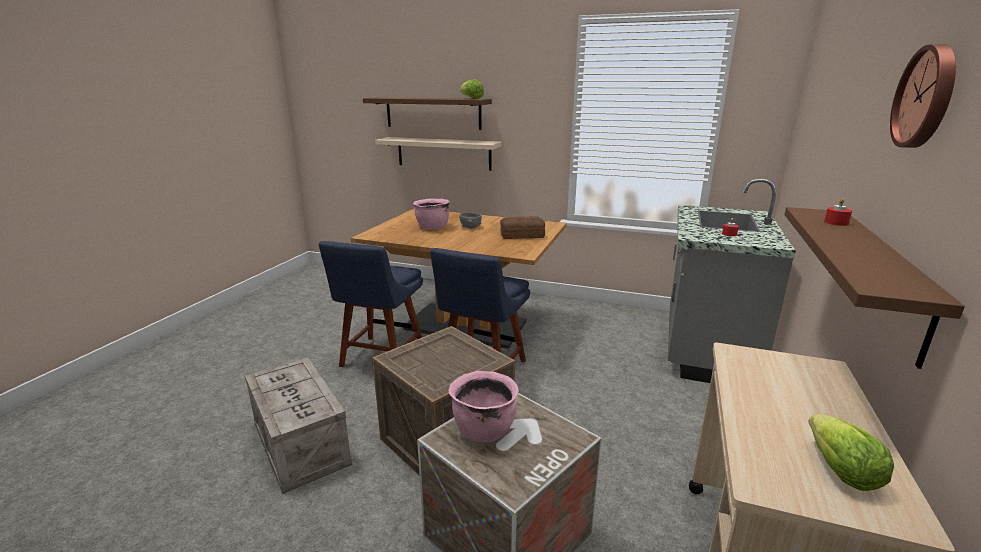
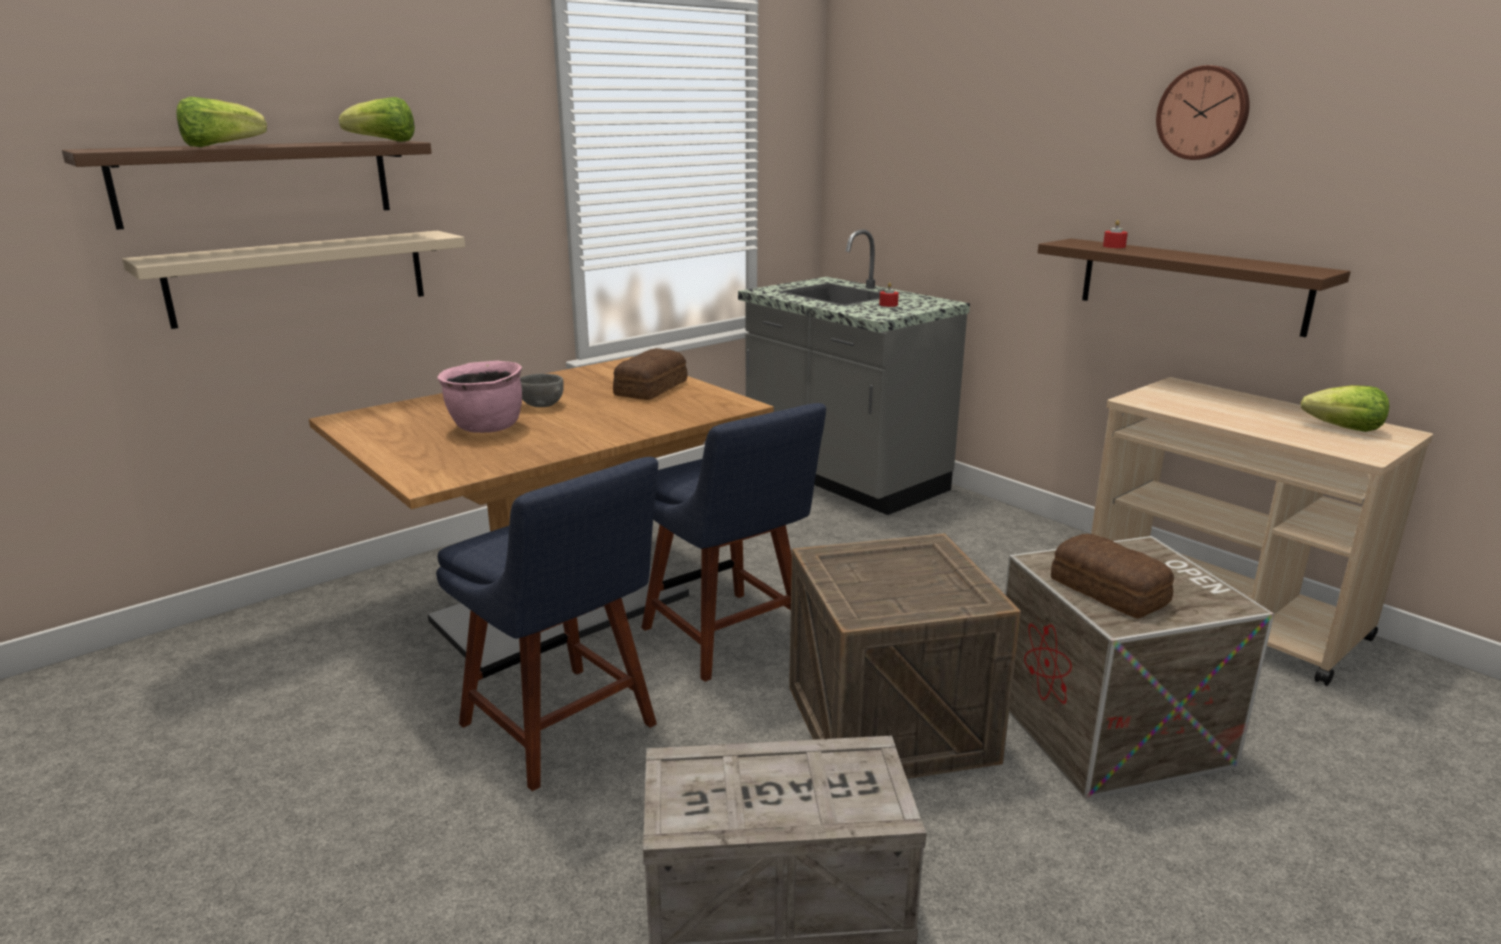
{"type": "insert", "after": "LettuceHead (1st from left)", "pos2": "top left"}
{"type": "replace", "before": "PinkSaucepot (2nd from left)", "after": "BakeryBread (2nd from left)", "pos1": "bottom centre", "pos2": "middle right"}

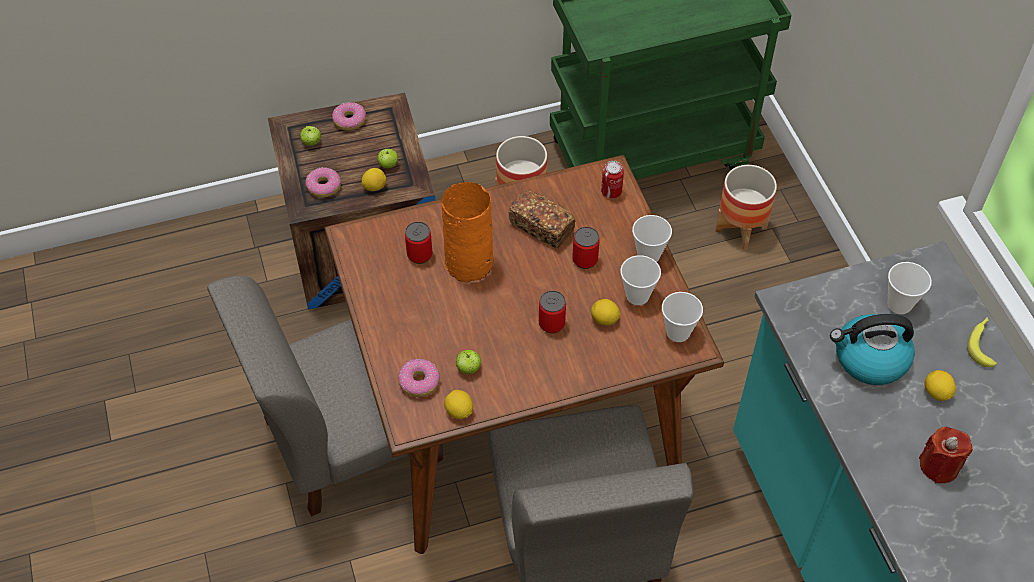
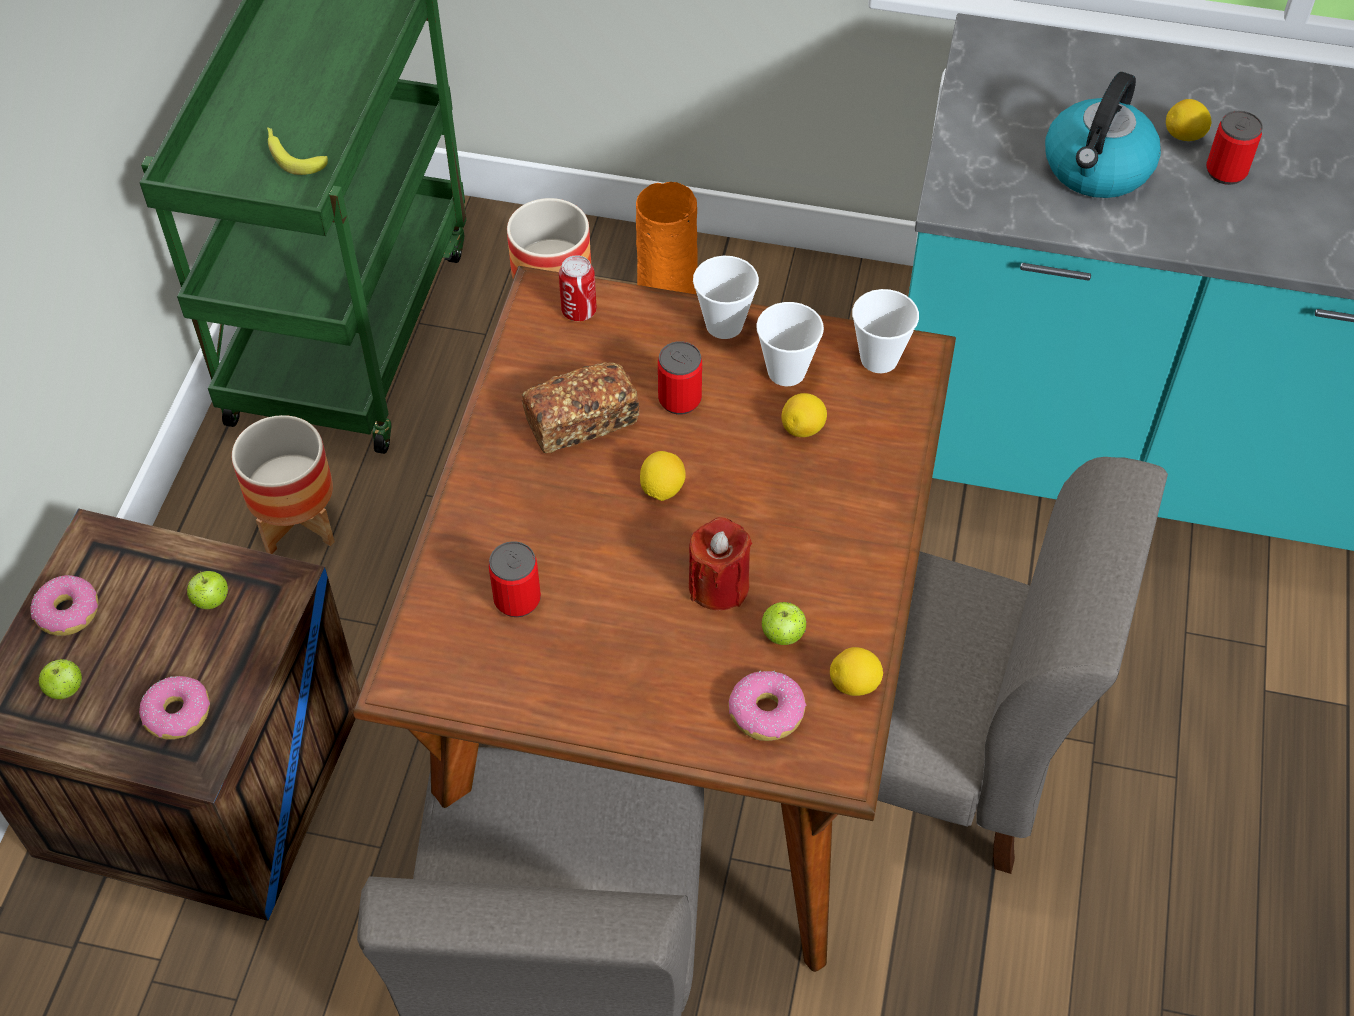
{"type": "delete", "before": "Cup (4th from left)", "pos1": "middle right"}
{"type": "move", "before": "Lemon (1st from left)", "pos1": "top centre", "pos2": "centre"}
{"type": "move", "before": "OrangeyVase", "pos1": "centre", "pos2": "top centre"}
{"type": "move", "before": "Can (2nd from left in the first image)", "after": "Can (4th from left)", "pos1": "centre", "pos2": "top right"}
{"type": "move", "before": "RedCandle", "pos1": "bottom right", "pos2": "centre"}
{"type": "move", "before": "WholeBanana", "pos1": "middle right", "pos2": "top left"}

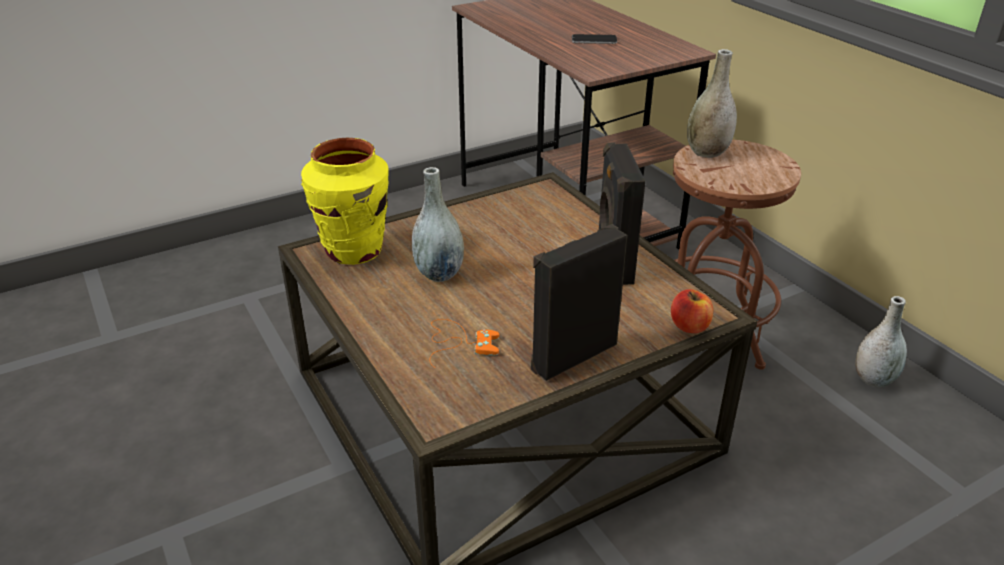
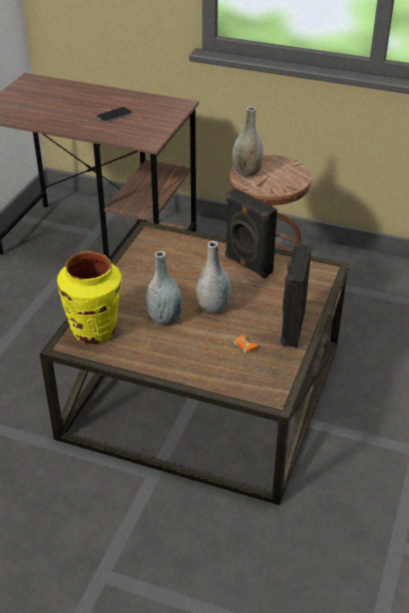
{"type": "delete", "before": "Apple", "pos1": "middle right"}
{"type": "move", "before": "GrayVase (3rd from left in the first image)", "after": "GrayVase (2nd from left)", "pos1": "middle right", "pos2": "centre"}

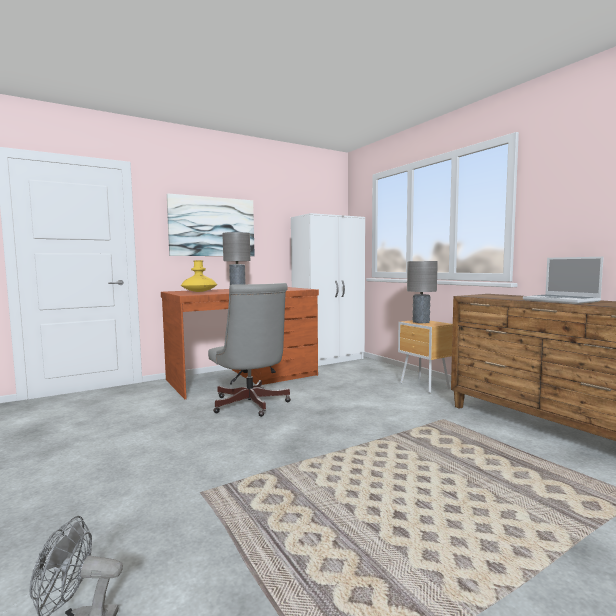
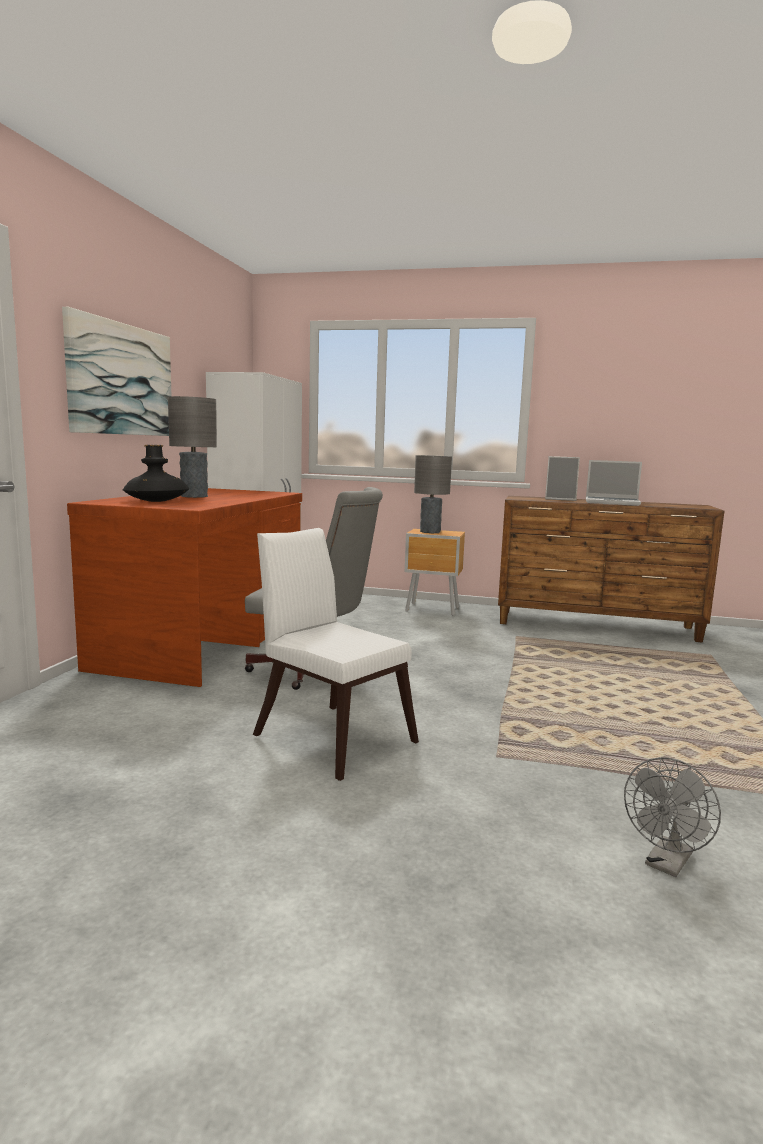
{"type": "insert", "after": "WhitishPlainChair", "pos2": "centre"}
{"type": "insert", "after": "PictureFrame", "pos2": "middle right"}
{"type": "recolor", "before": "YellowColouredVase", "after": "BlackVase", "pos1": "middle left", "pos2": "middle left"}

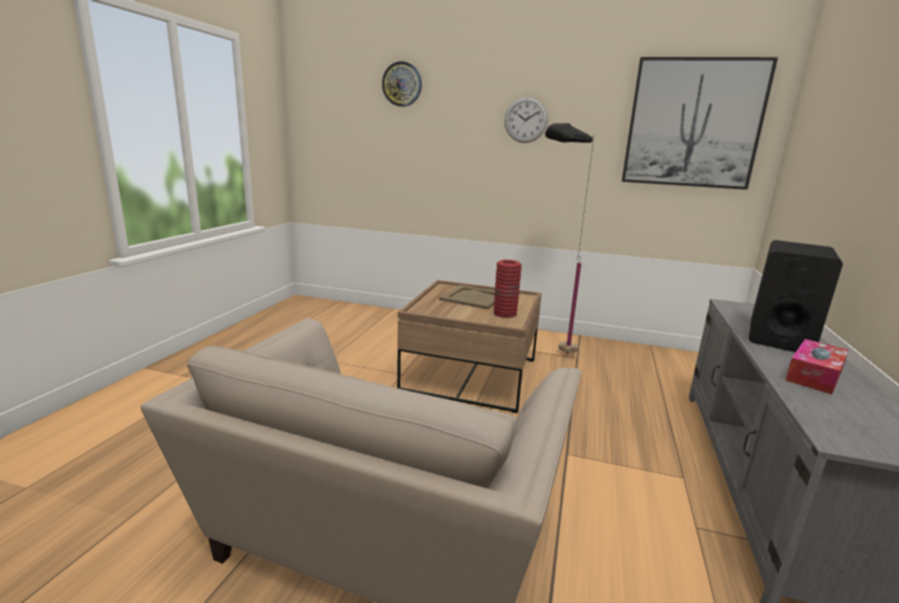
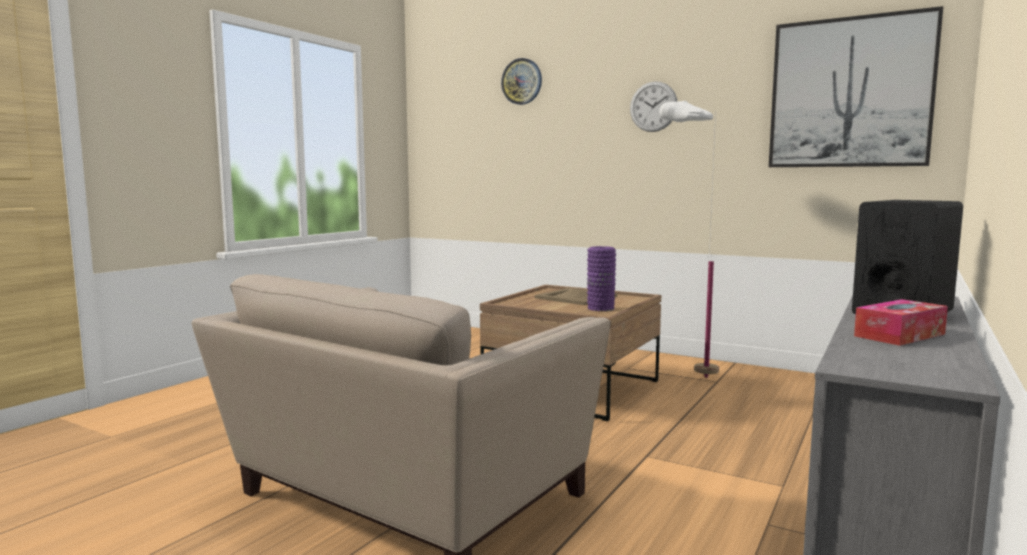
{"type": "recolor", "before": "RedVase", "after": "PurpleVase", "pos1": "centre", "pos2": "centre"}
{"type": "recolor", "before": "BlackStandingLamp", "after": "WhitishStandingLamp", "pos1": "centre", "pos2": "middle right"}

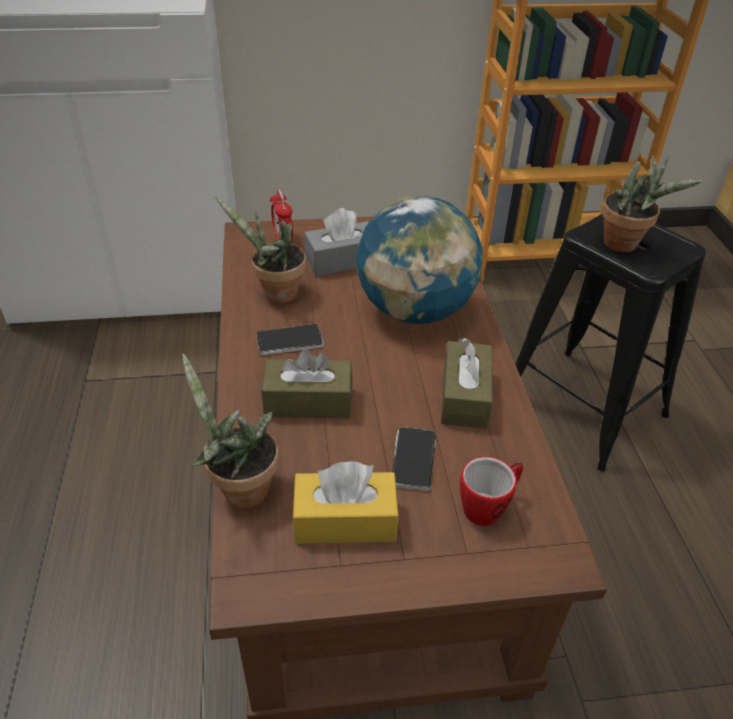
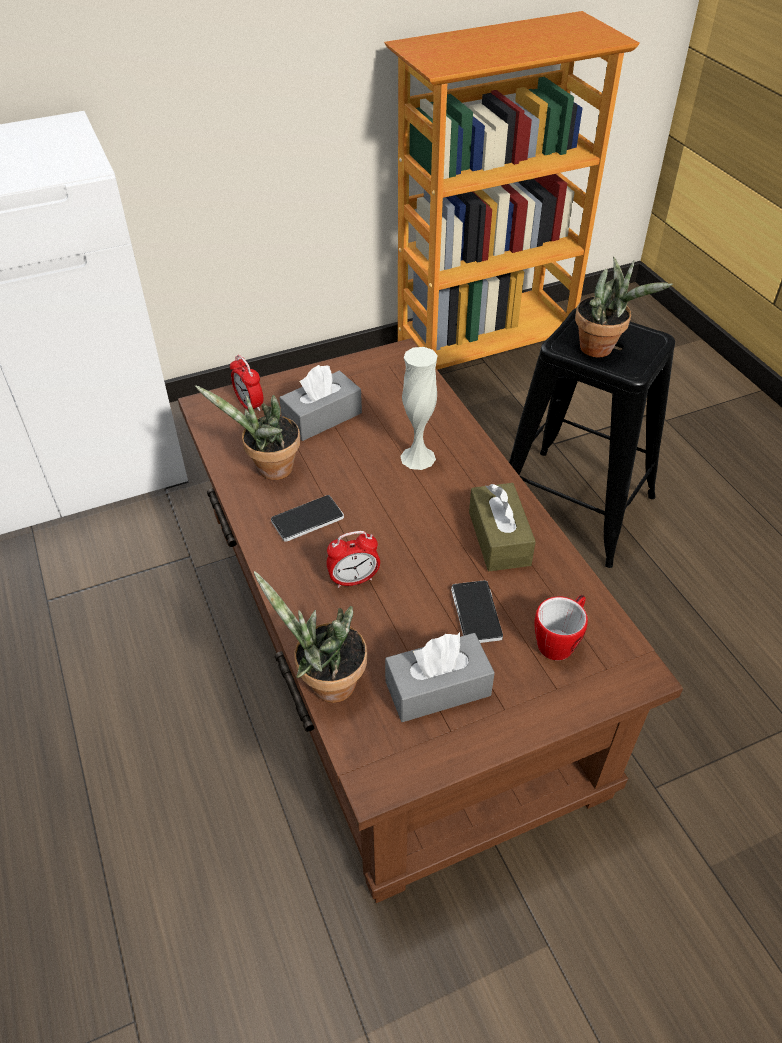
{"type": "replace", "before": "BrownColouredBoxOfTissues (1st from left)", "after": "TableClock (2nd from left)", "pos1": "centre", "pos2": "centre"}
{"type": "replace", "before": "Globe", "after": "WhitishVase", "pos1": "centre", "pos2": "centre"}
{"type": "recolor", "before": "YellowColouredBoxOfTissues", "after": "GrayBoxOfTissues (2nd from left)", "pos1": "bottom centre", "pos2": "centre"}

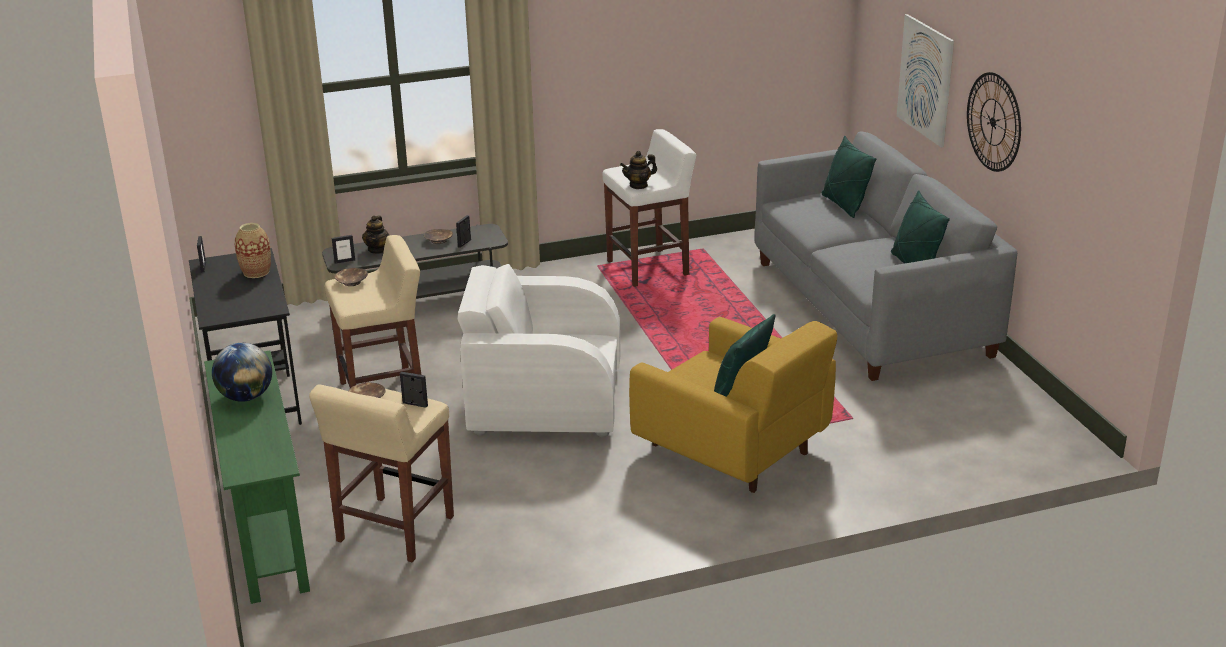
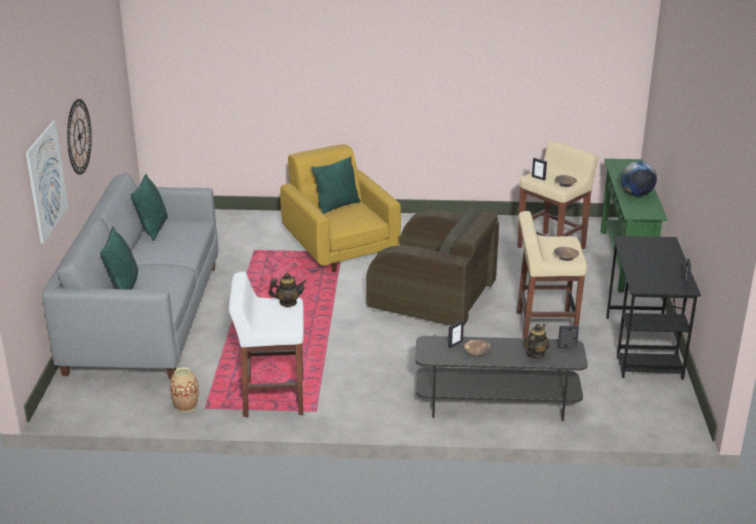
{"type": "move", "before": "Vase", "pos1": "middle left", "pos2": "bottom left"}
{"type": "recolor", "before": "WhitishLoungeChair", "after": "BrownColouredLoungeChair", "pos1": "centre", "pos2": "centre"}

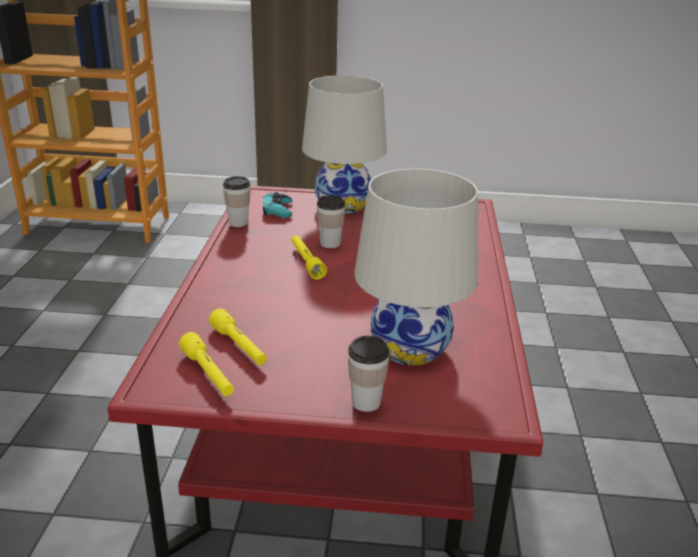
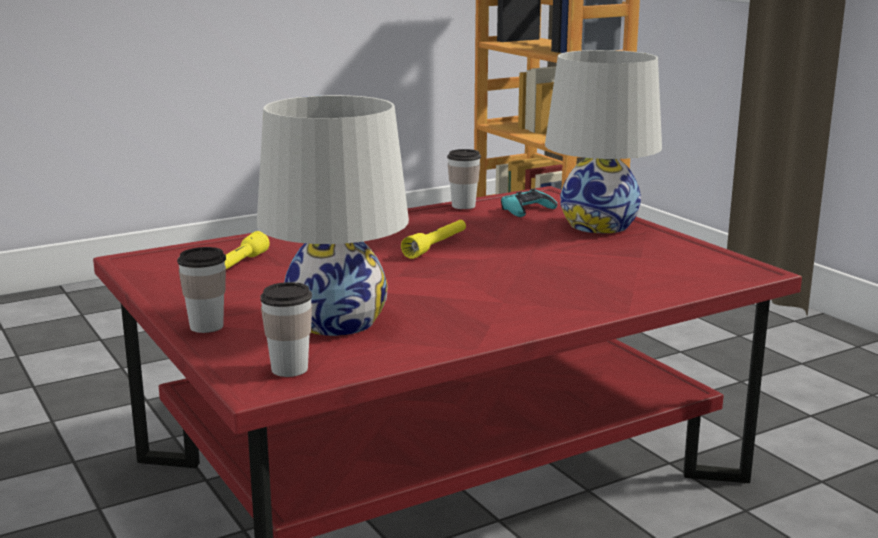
{"type": "delete", "before": "YellowColouredTorch (1st from left)", "pos1": "middle left"}
{"type": "move", "before": "Cup (2nd from left)", "pos1": "centre", "pos2": "middle left"}

